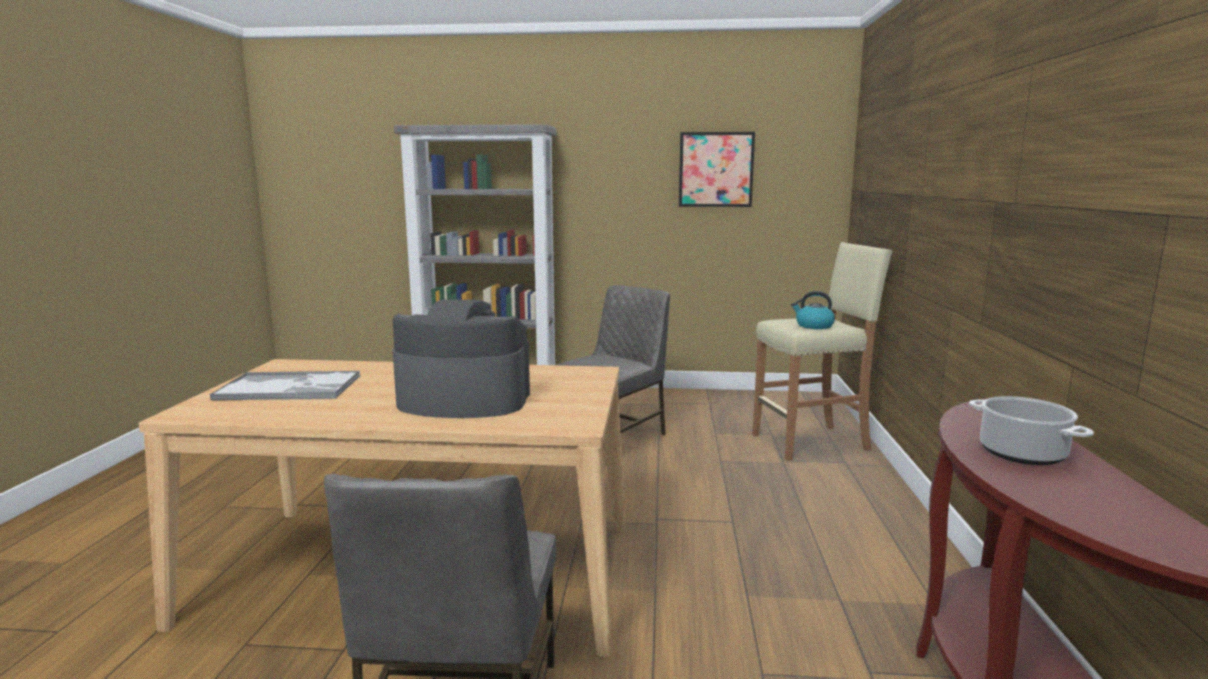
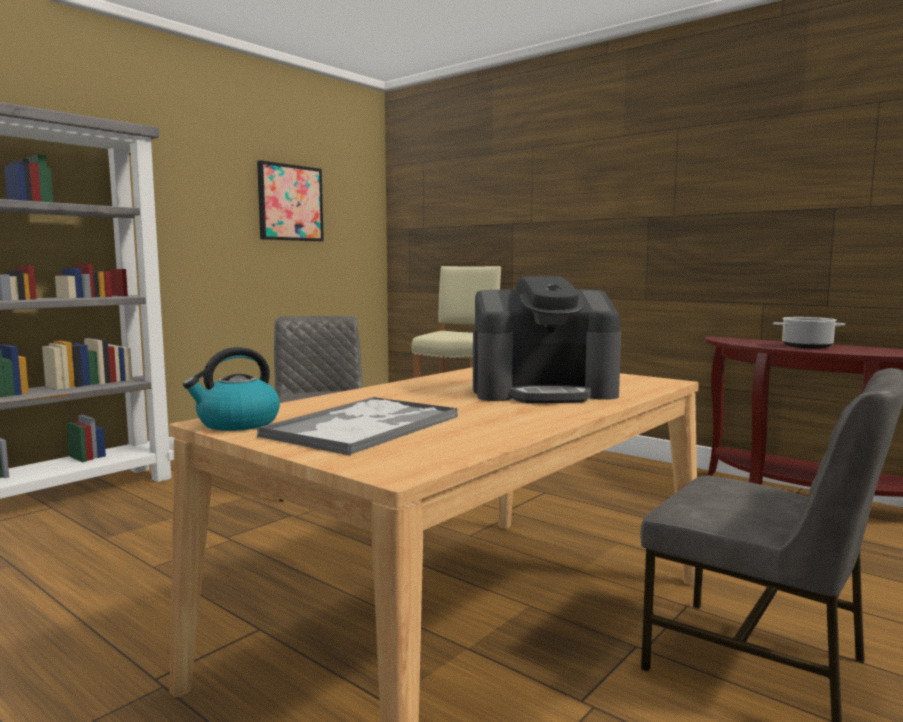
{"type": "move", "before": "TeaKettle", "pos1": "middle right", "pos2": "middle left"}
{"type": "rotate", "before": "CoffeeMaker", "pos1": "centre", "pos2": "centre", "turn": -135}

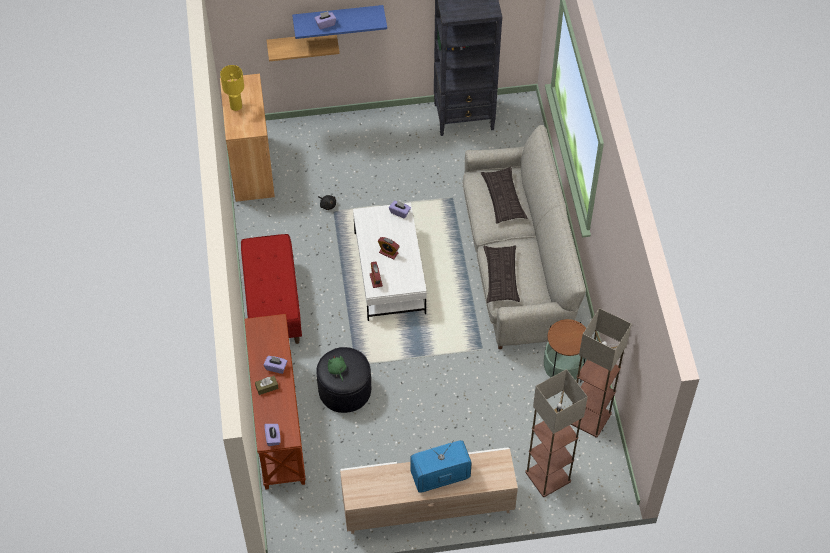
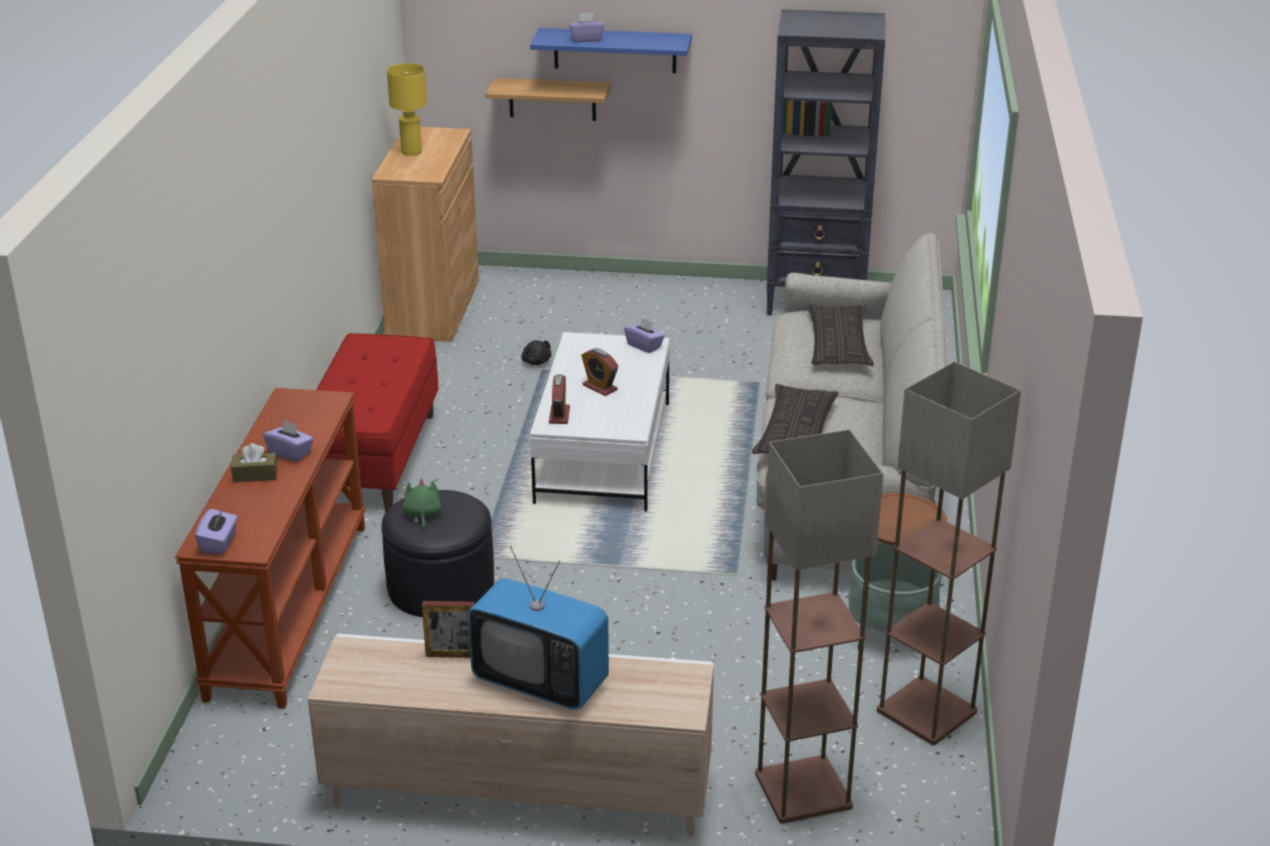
{"type": "insert", "after": "PictureFrame", "pos2": "bottom centre"}
{"type": "rotate", "before": "Television", "pos1": "bottom centre", "pos2": "bottom centre", "turn": -150}

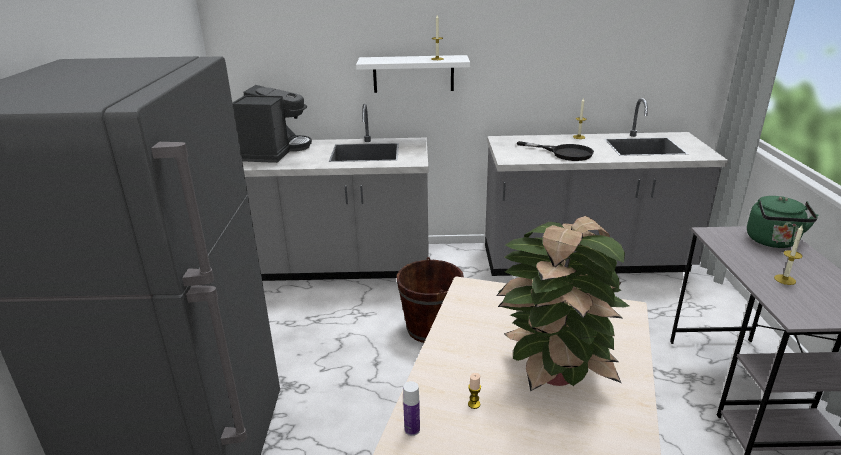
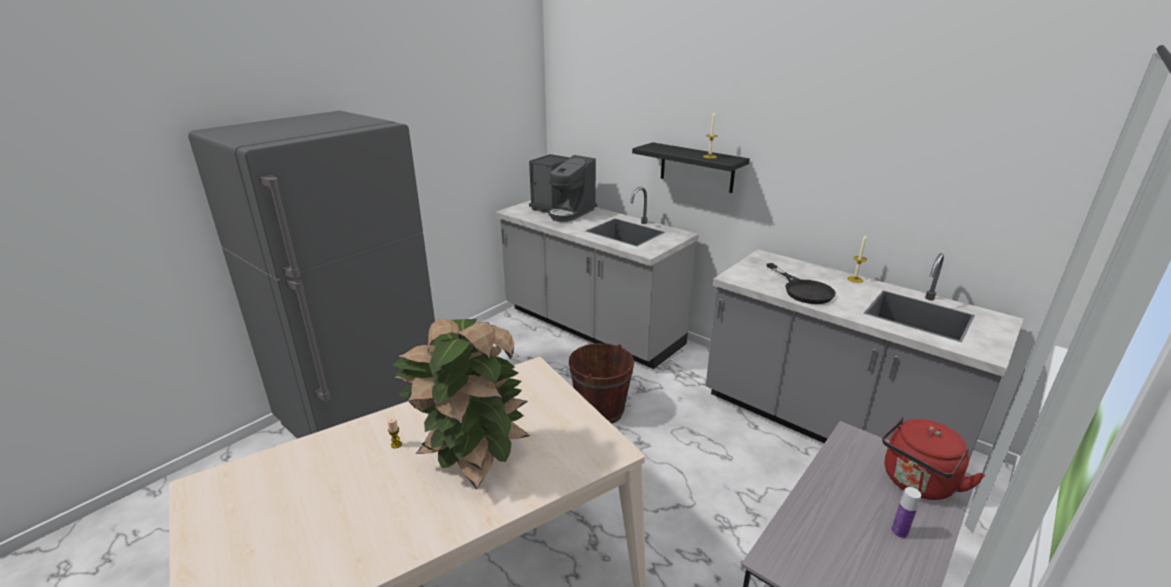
{"type": "delete", "before": "Candle (4th from left)", "pos1": "middle right"}
{"type": "move", "before": "Bottle", "pos1": "bottom centre", "pos2": "bottom right"}
{"type": "recolor", "before": "WhitishShelf", "after": "BlackShelf", "pos1": "top centre", "pos2": "top centre"}
{"type": "recolor", "before": "GreenColouredTeaKettle", "after": "RedTeaKettle", "pos1": "middle right", "pos2": "bottom right"}
{"type": "rotate", "before": "CoffeeMaker", "pos1": "top left", "pos2": "top centre", "turn": 75}

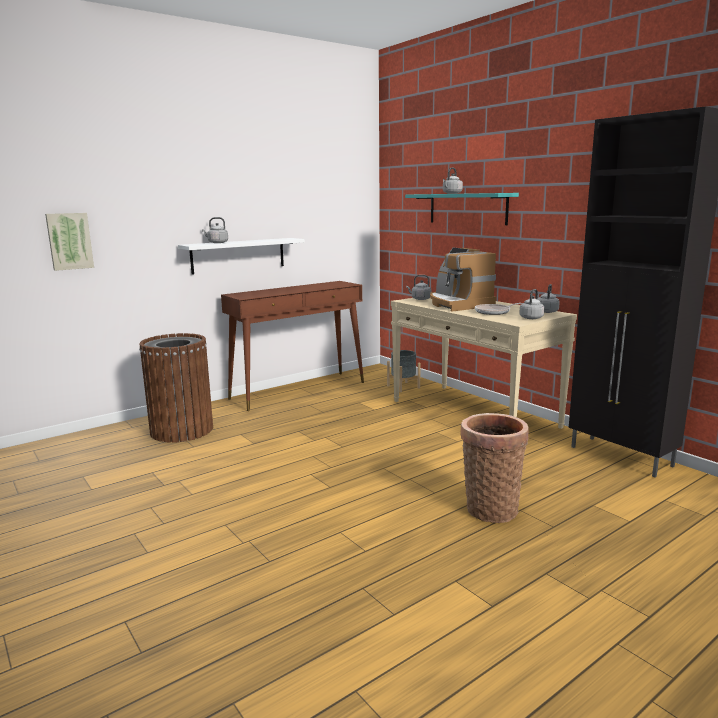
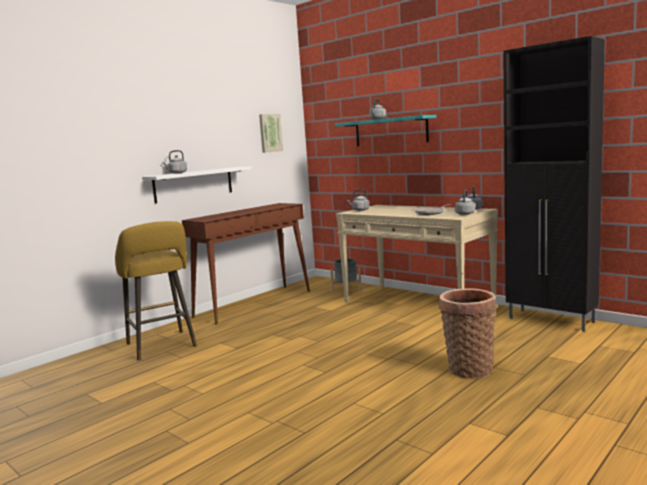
{"type": "delete", "before": "CoffeeMaker", "pos1": "centre"}
{"type": "move", "before": "WallArt", "pos1": "middle left", "pos2": "top centre"}
{"type": "replace", "before": "BrownColouredWasteBin", "after": "YellowColouredStool", "pos1": "middle left", "pos2": "middle left"}

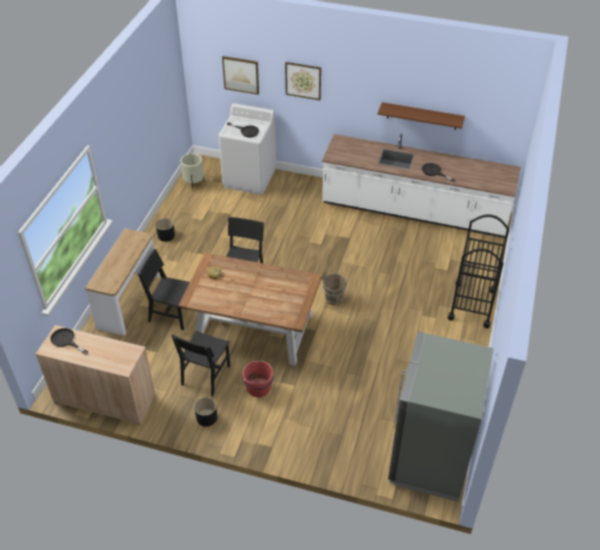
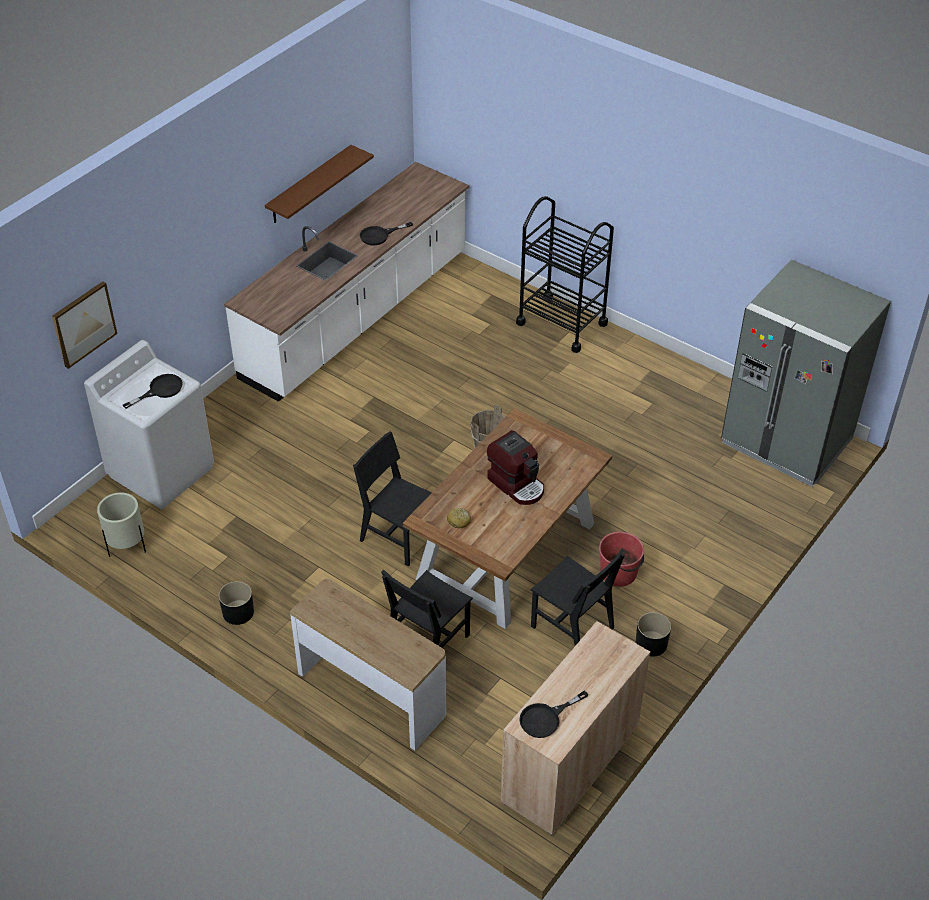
{"type": "delete", "before": "WallArt (2nd from left)", "pos1": "top centre"}
{"type": "insert", "after": "CoffeeMaker", "pos2": "centre"}

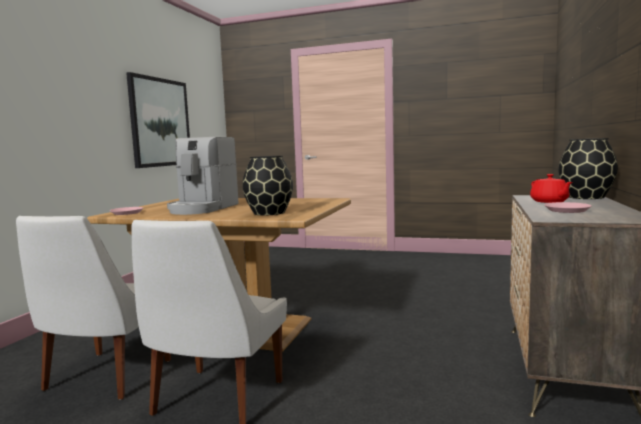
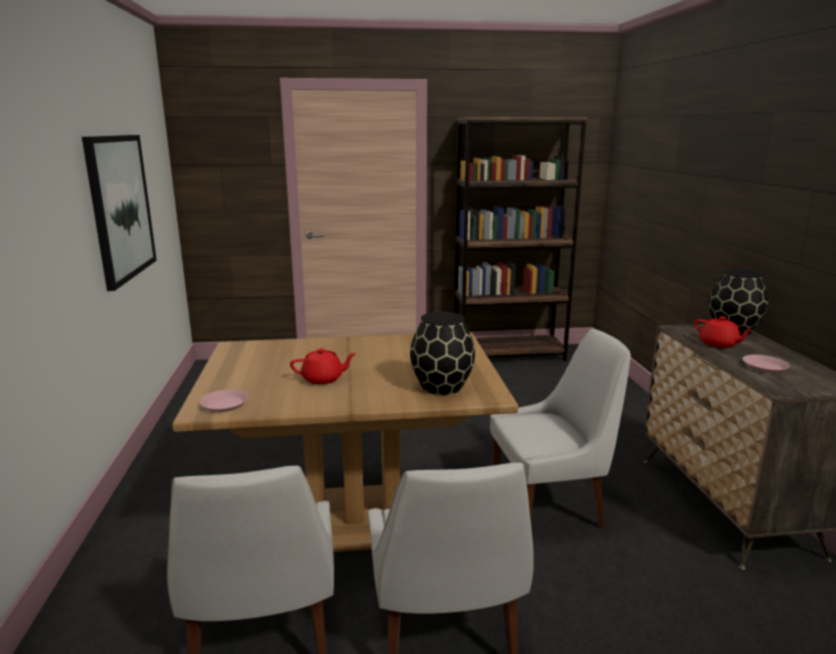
{"type": "insert", "after": "BrownColouredShelvingUnit", "pos2": "centre"}
{"type": "insert", "after": "WhitishPlainChair (3rd from left)", "pos2": "middle right"}
{"type": "replace", "before": "CoffeeMaker", "after": "RedPotForTea (1st from left)", "pos1": "middle left", "pos2": "centre"}

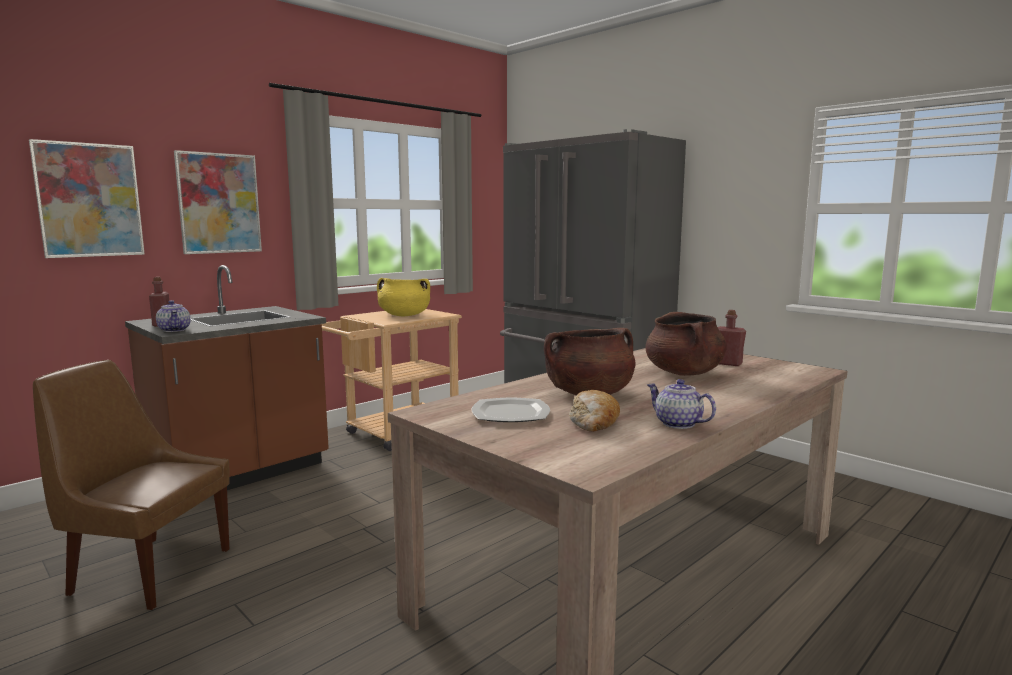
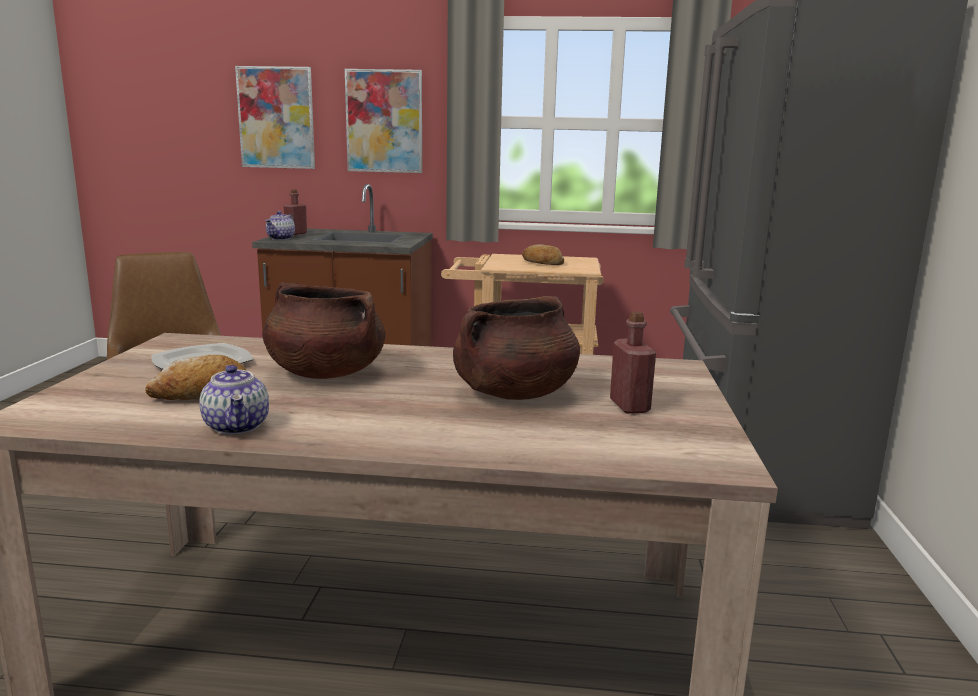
{"type": "replace", "before": "YellowColouredSaucepot", "after": "BakeryBread (2nd from left)", "pos1": "centre", "pos2": "centre"}
{"type": "rotate", "before": "PotForTea (2nd from left in the first image)", "pos1": "middle right", "pos2": "middle left", "turn": 150}

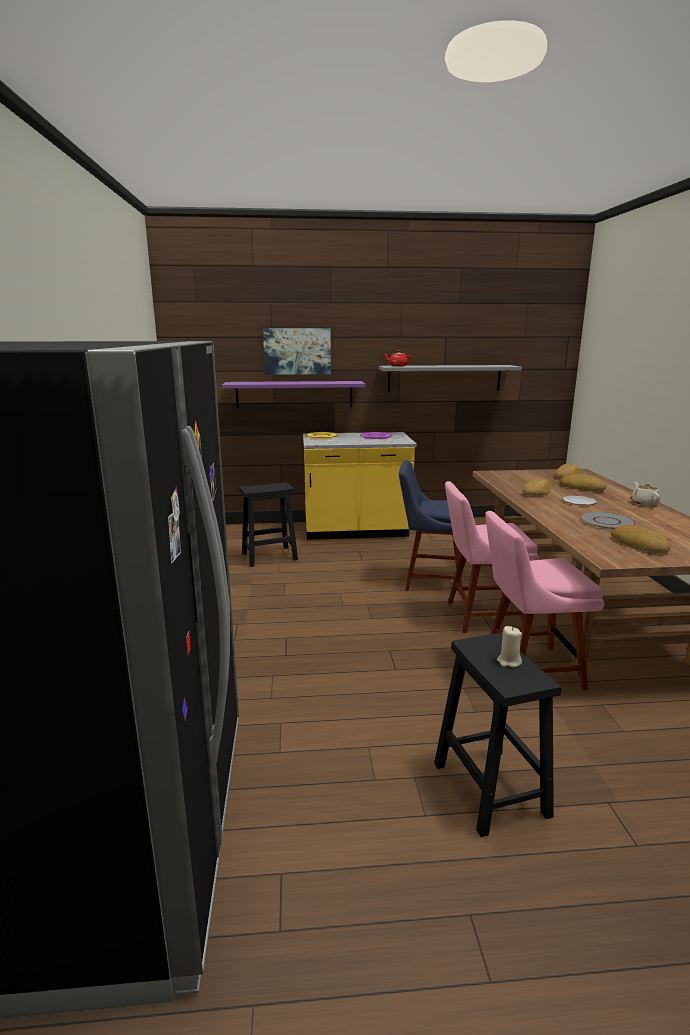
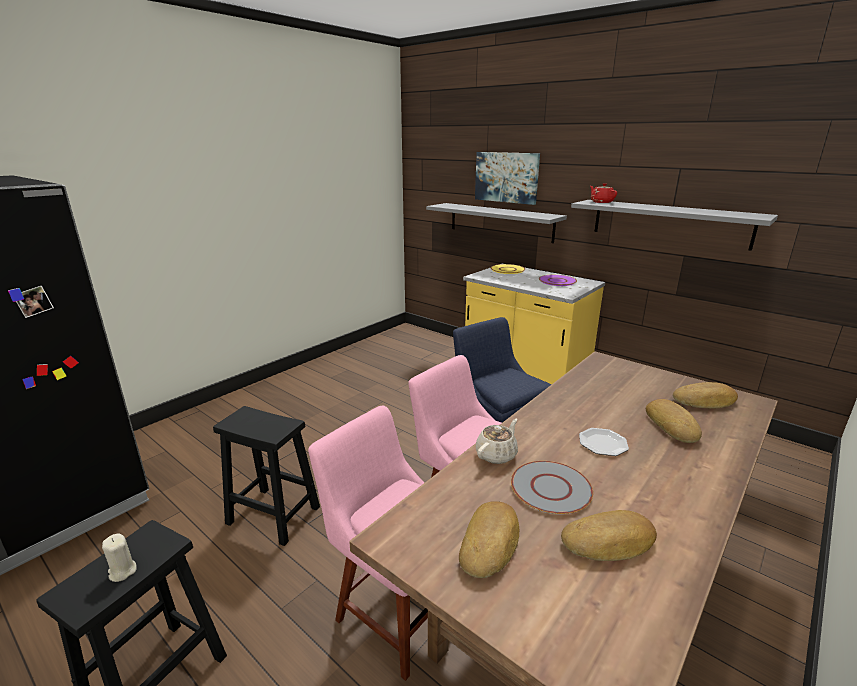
{"type": "move", "before": "BlackStool (1st from left in the first image)", "after": "BlackStool (2nd from left)", "pos1": "centre", "pos2": "bottom left"}
{"type": "move", "before": "BakeryBread (1st from left in the first image)", "after": "BakeryBread (2nd from left)", "pos1": "middle right", "pos2": "bottom right"}
{"type": "move", "before": "BeigePotForTea", "pos1": "middle right", "pos2": "centre"}
{"type": "recolor", "before": "PurpleShelf", "after": "GrayShelf (1st from left)", "pos1": "centre", "pos2": "top centre"}

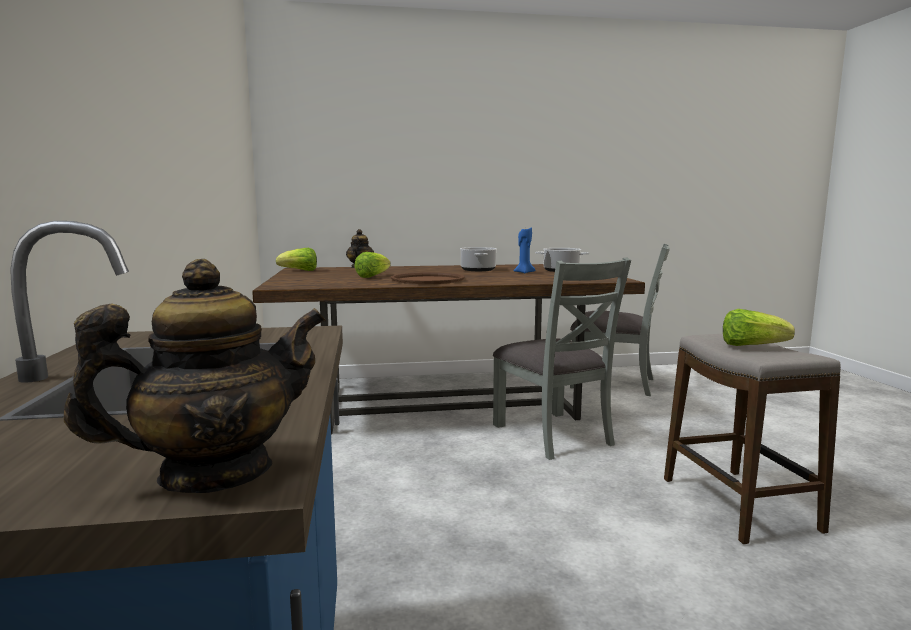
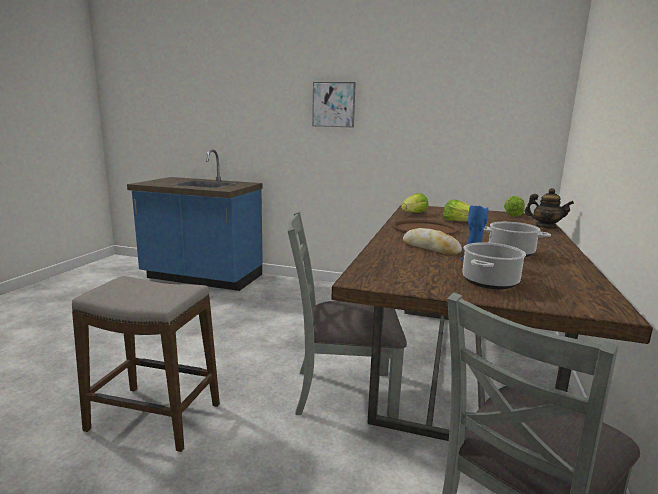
{"type": "delete", "before": "PotForTea (1st from left)", "pos1": "middle left"}
{"type": "insert", "after": "WallArt", "pos2": "top centre"}
{"type": "insert", "after": "BakeryBread", "pos2": "centre"}
{"type": "move", "before": "LettuceHead (3rd from left in the first image)", "after": "LettuceHead (1st from left)", "pos1": "middle right", "pos2": "centre"}

